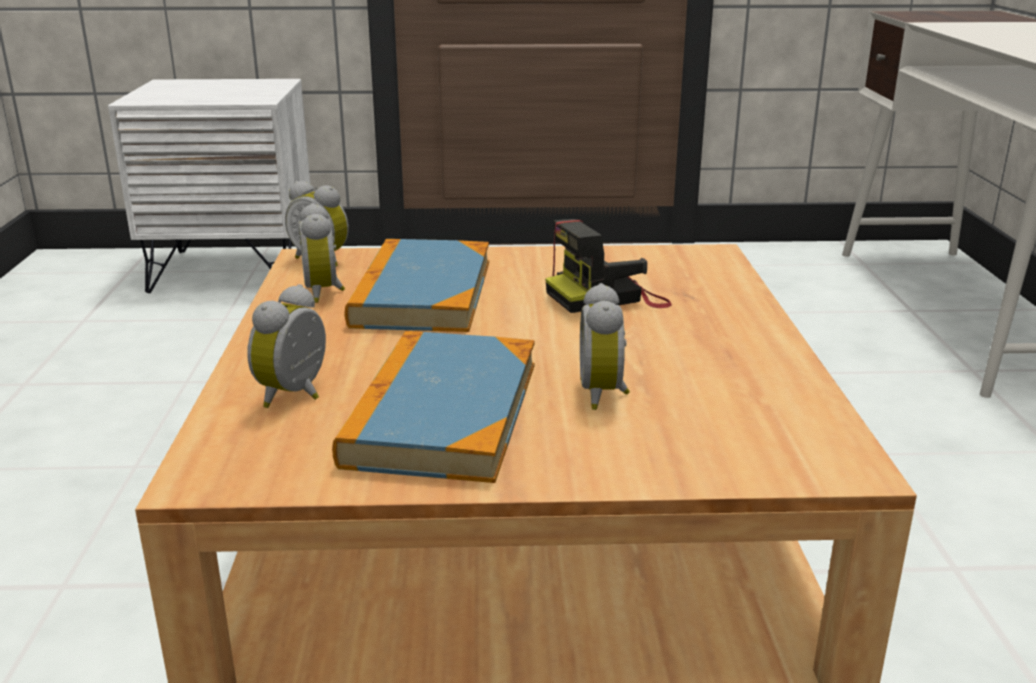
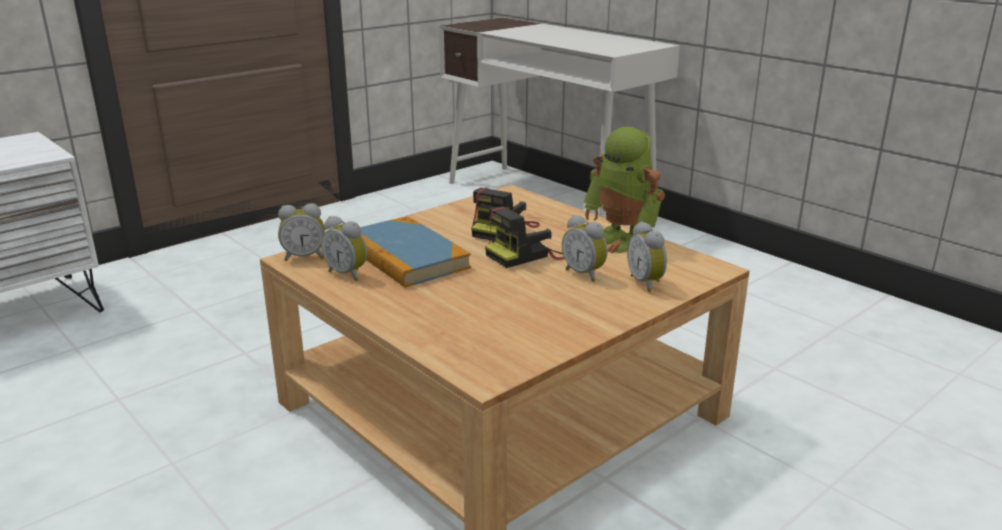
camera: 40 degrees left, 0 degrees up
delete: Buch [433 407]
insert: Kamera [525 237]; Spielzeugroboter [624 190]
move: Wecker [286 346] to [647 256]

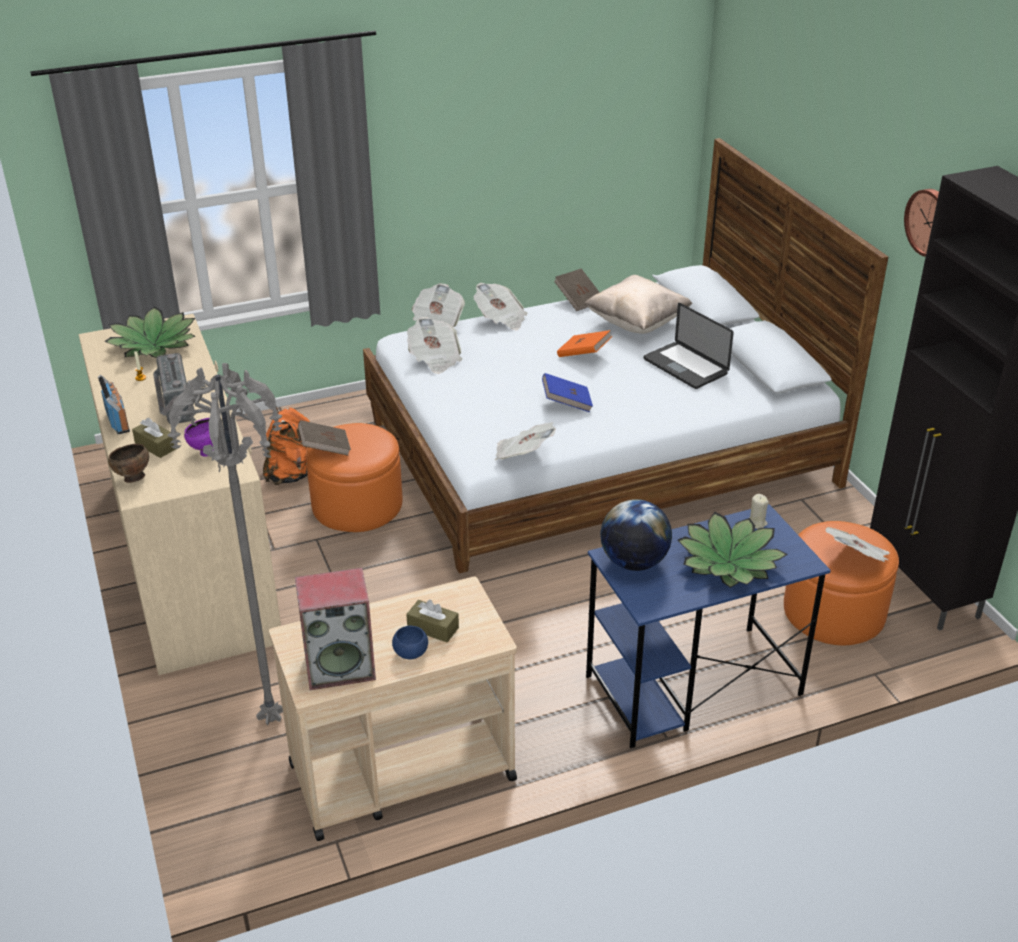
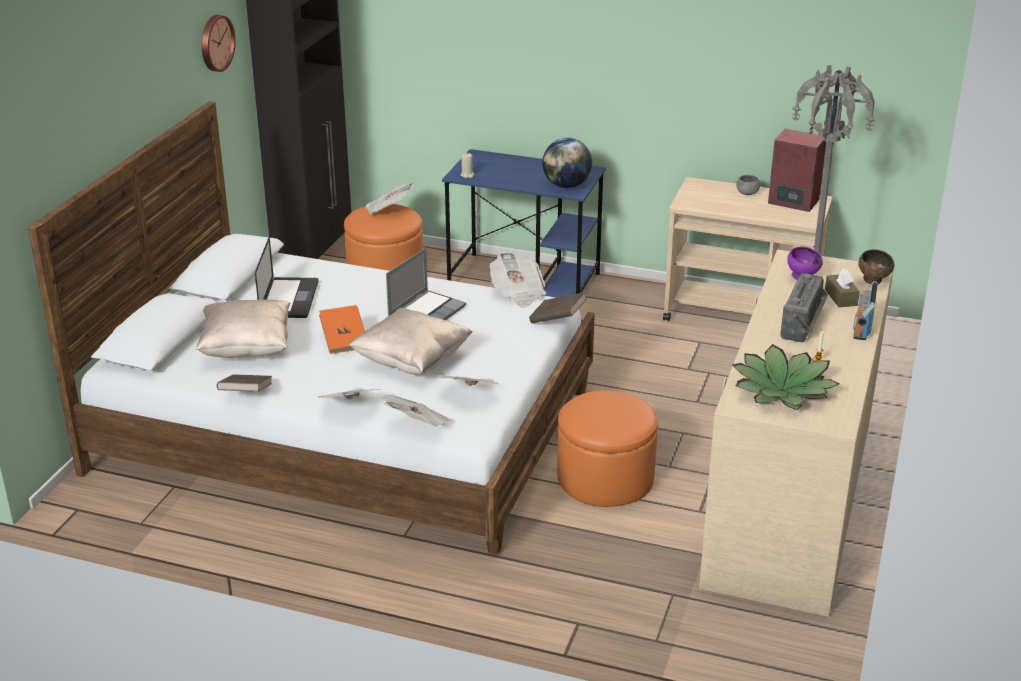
camera: 140 degrees left, 5 degrees down
delete: Rucksack [orange] [286 445]; Taschentuchbox [braun] [432 621]; Topfpflanze [733 550]
insert: Kissen [beige] [410 341]
move: Buch [braun] [324 438] to [558 307]
replace: Buch [blau] [567 392] to Laptop [426 284]
recolor: Schüssel [blau] [410 642] to Schüssel [grau] [748 185]

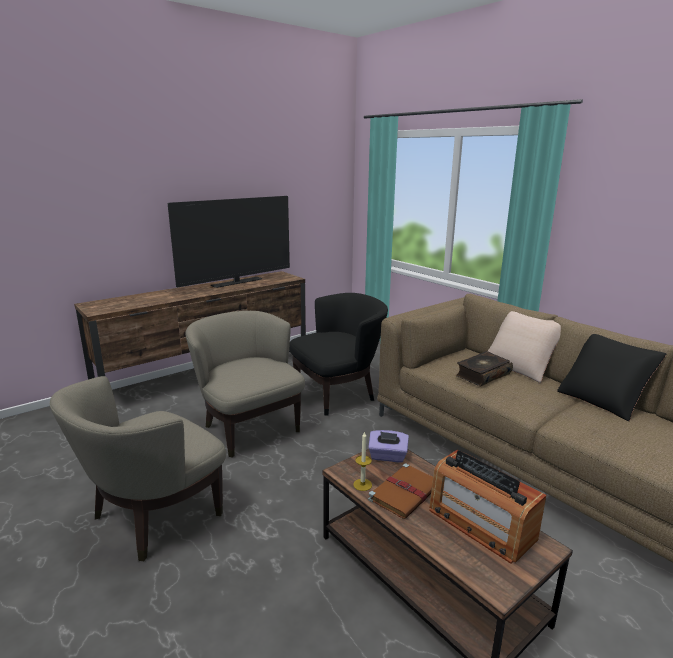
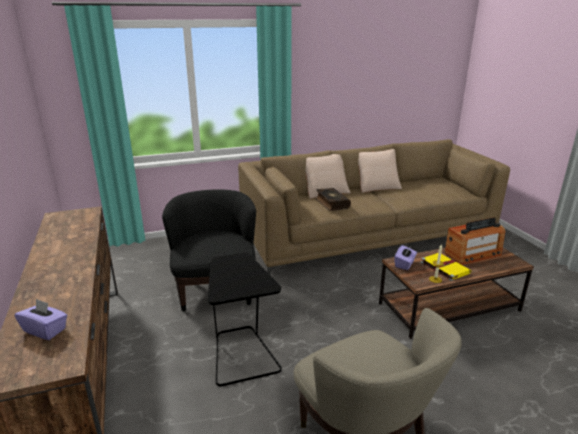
camera: 70 degrees left, 5 degrees up
delete: Fernseher [229 242]
insert: Taschentuchbox [lila] [41 319]
replace: Sessel [beige] [245 384] to Beistelltisch [schwarz] [245 319]
recolor: Buch [braun] [400 491] to Buch [gelb] [446 267]; Kissen [schwarz] [612 377] to Kissen [beige] [380 171]

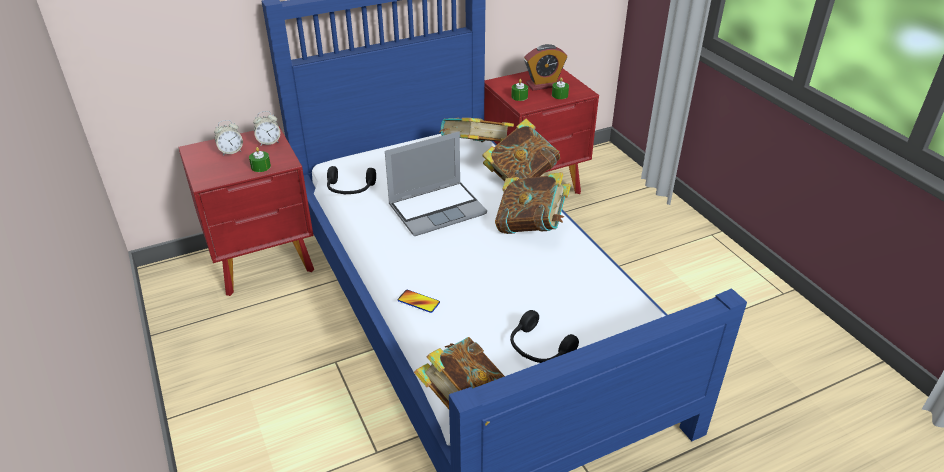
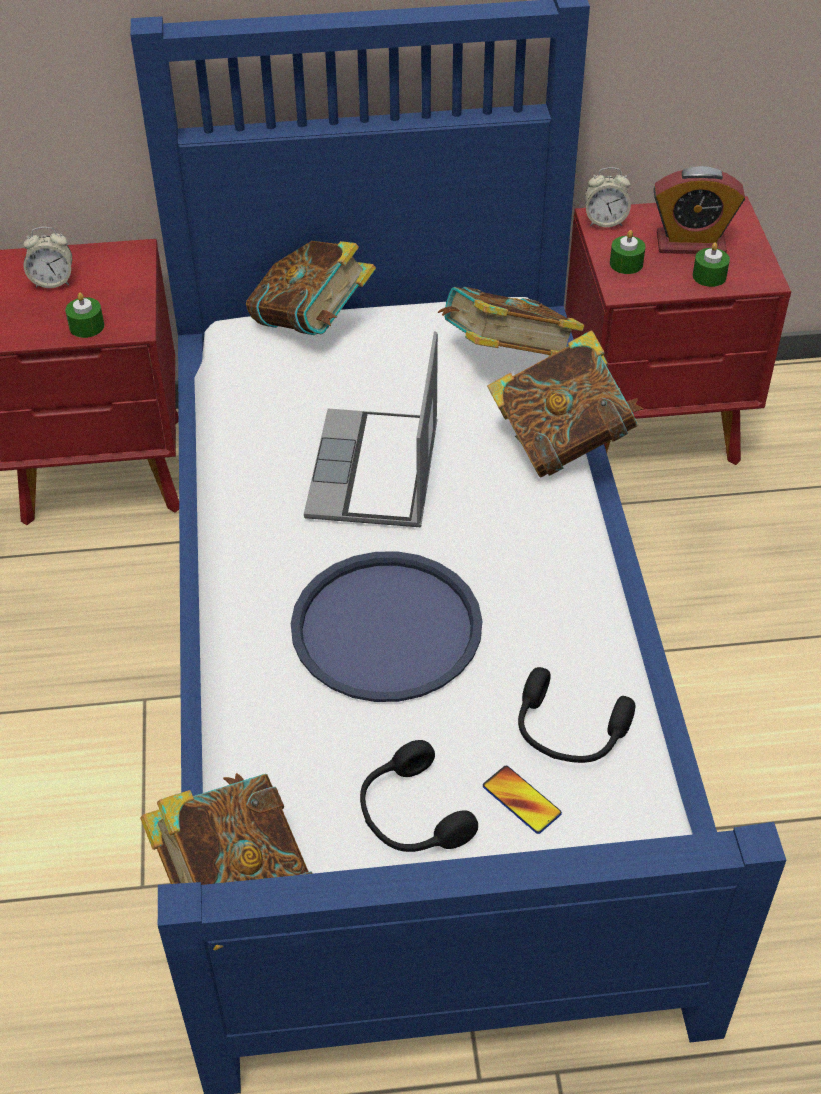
camera: 20 degrees right, 10 degrees up
insert: Tablett [blau] [386 626]
move: Wecker [266 128] to [608 197]; Kopfhörer [schwarz] [351 180] to [576 715]; Handy [419 301] to [522 800]; Buch [533 203] to [311 288]
rotate: Laptop [436 183] = [371 429] 105 degrees clockwise

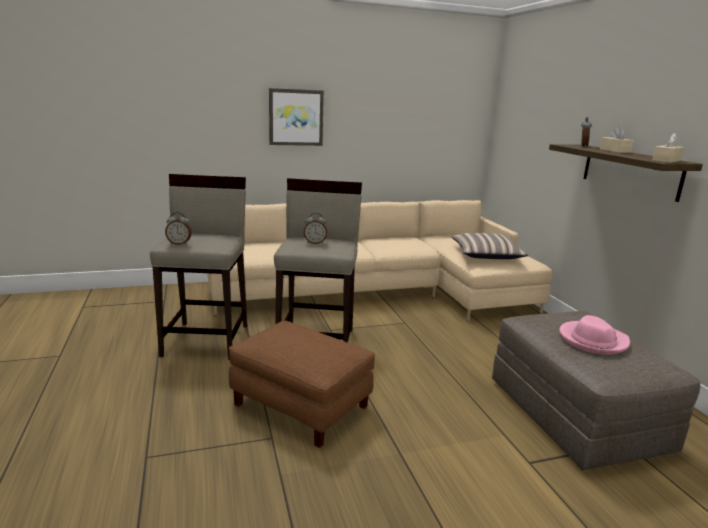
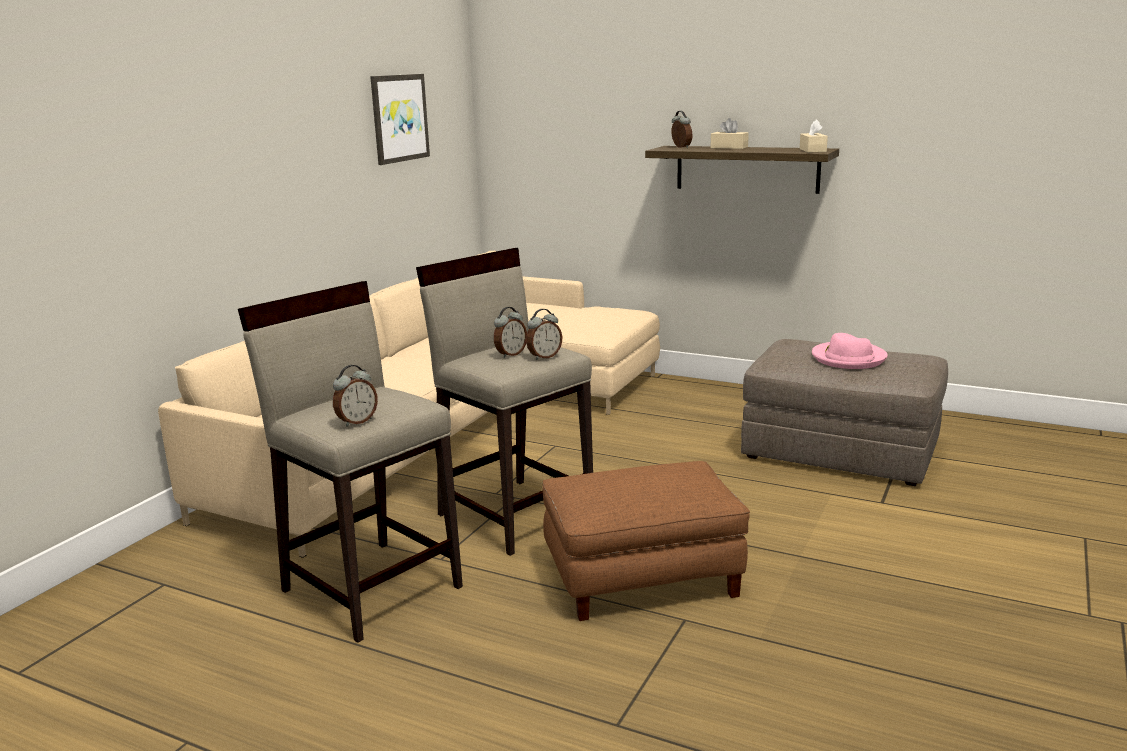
camera: 45 degrees left, 0 degrees up
delete: Kissen [489 246]
insert: Wecker [544 334]
move: Bild [296 117] to [400 119]

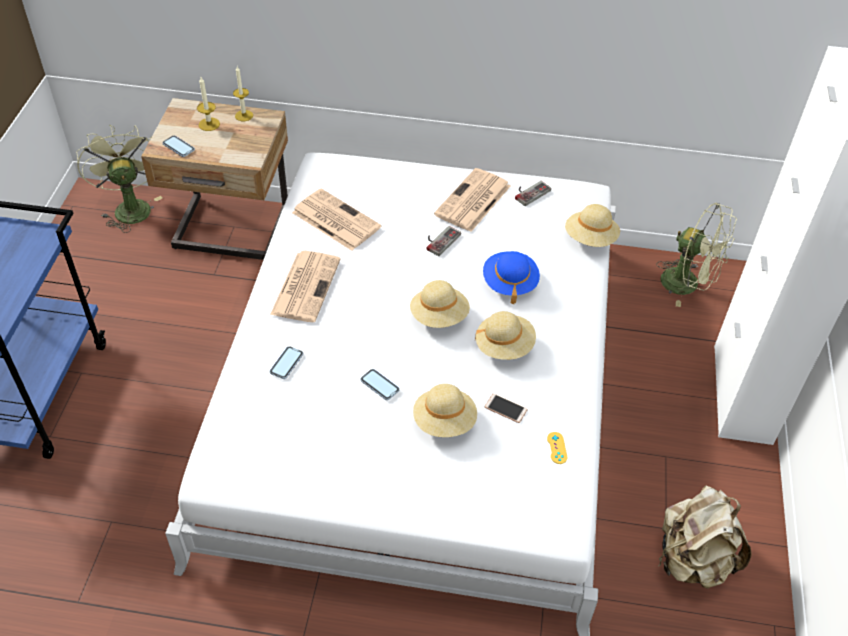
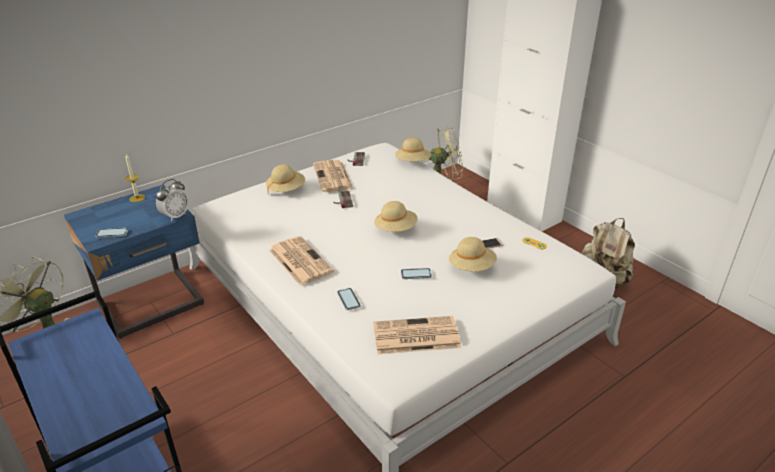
camera: 45 degrees left, 15 degrees down
delete: Kerze [208 104]; Hut [blau] [511 277]
insert: Wecker [172 200]
move: Zeitung [336 219] to [417 335]; Hut [beige] [505 335] to [285 179]
recolor: Nachttisch [beige] [214 179] to Nachttisch [blau] [134 261]

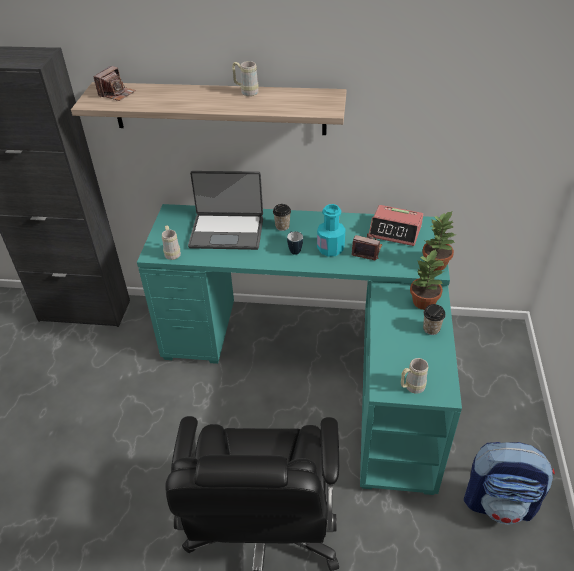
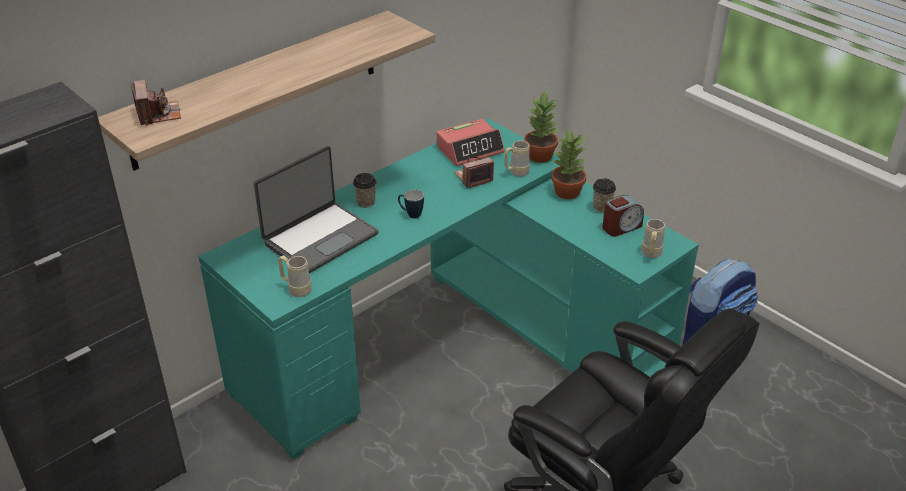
camera: 50 degrees left, 5 degrees down
delete: Flasche [türkis] [331 230]
insert: Wecker [623 216]
move: Henkelbecher [beige] [245 78] to [517 159]

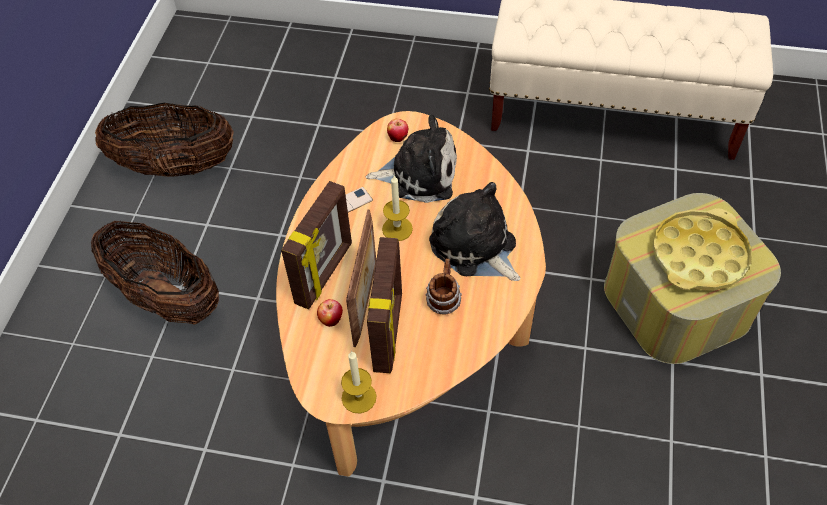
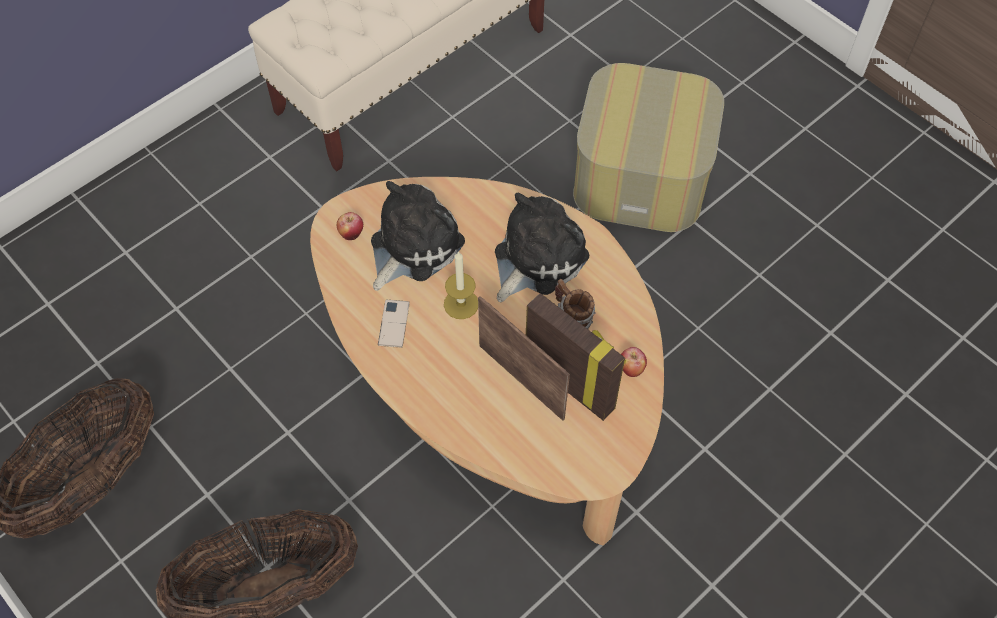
camera: 55 degrees left, 5 degrees up
delete: Bilderrahmen [316 245]; Kerze [358 382]; Tablett [gelb] [702 249]
move: Apfel [330 313] to [634 362]
rotate: Plüschtier [474 231] = [542 247] 135 degrees clockwise

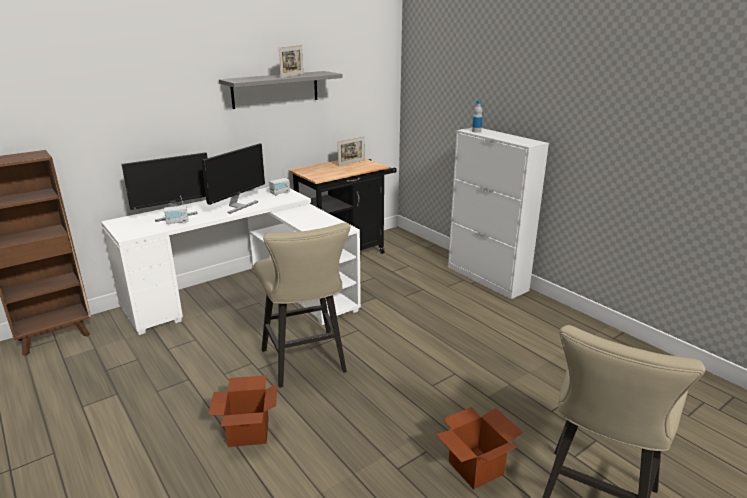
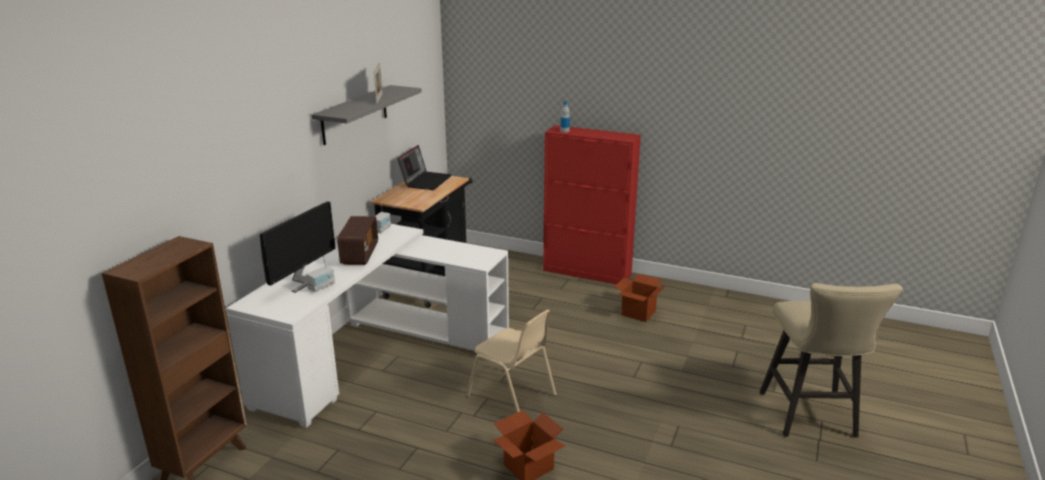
camera: 30 degrees left, 0 degrees up
move: Karton [479 448] to [639 298]
replace: Monitor [233 179] to Radio [357 240]; Hocker [beige] [302 305] to Stuhl [beige] [511 361]; Bilderrahmen [351 151] to Laptop [425 167]
recolor: Schrank [weiß] [498 213] to Schrank [rot] [592 205]

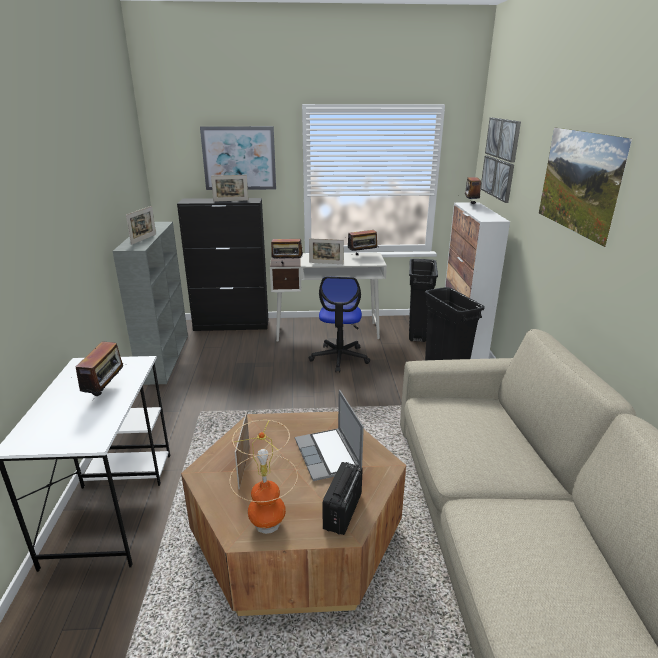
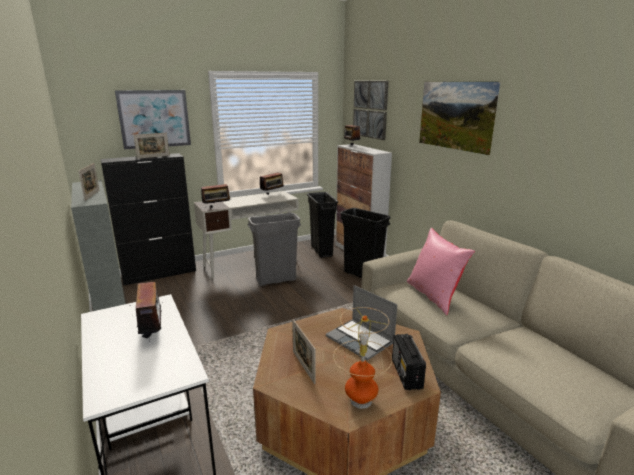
camera: 25 degrees left, 5 degrees down
delete: Bilderrahmen [326 251]
insert: Kissen [rosa] [441 271]
replace: Bürostuhl [339 325] to Mülleimer [grau] [274 249]

